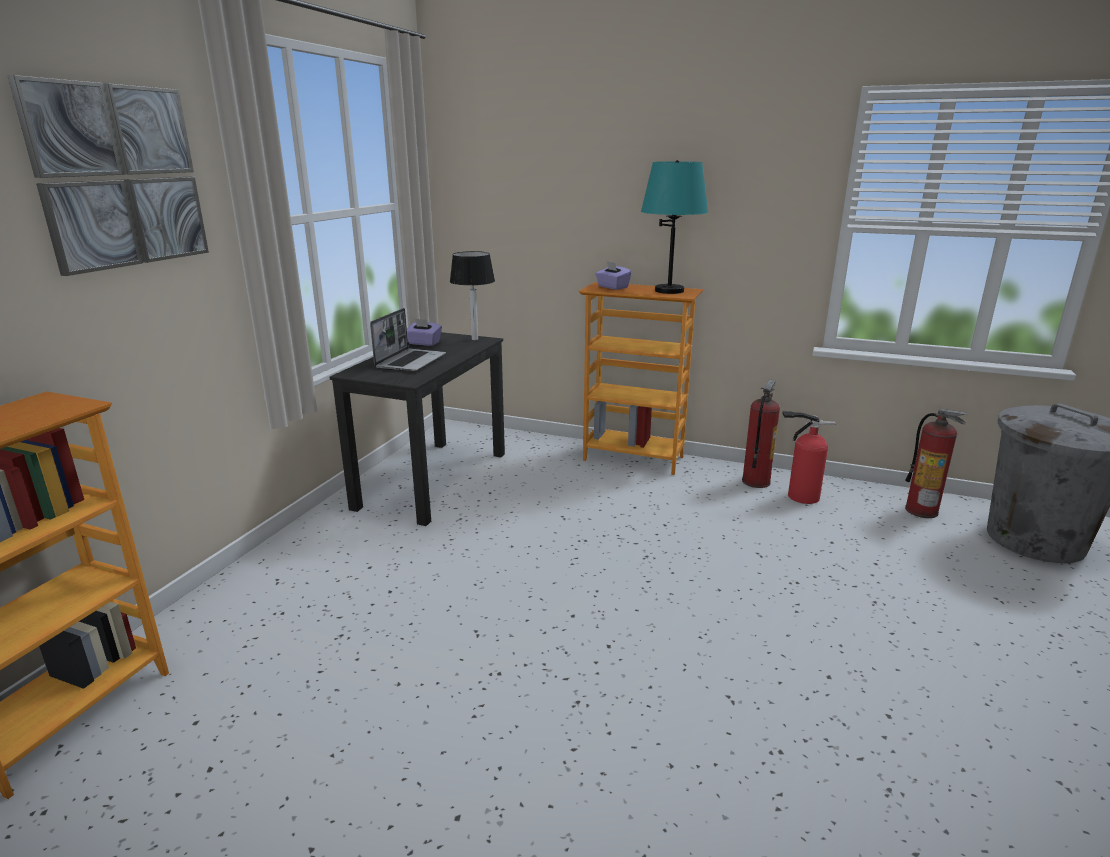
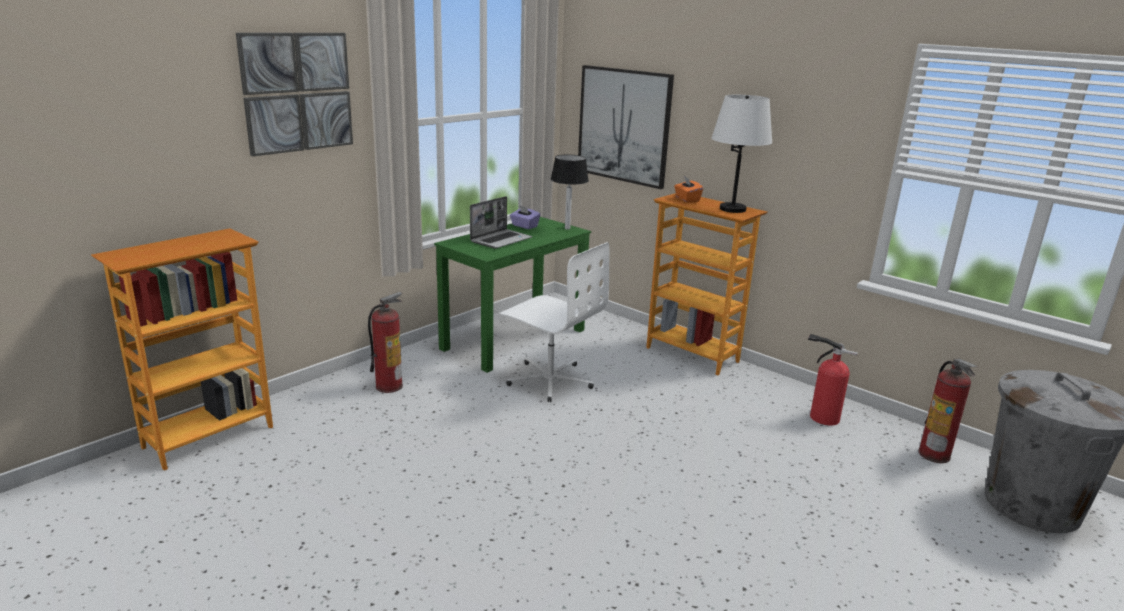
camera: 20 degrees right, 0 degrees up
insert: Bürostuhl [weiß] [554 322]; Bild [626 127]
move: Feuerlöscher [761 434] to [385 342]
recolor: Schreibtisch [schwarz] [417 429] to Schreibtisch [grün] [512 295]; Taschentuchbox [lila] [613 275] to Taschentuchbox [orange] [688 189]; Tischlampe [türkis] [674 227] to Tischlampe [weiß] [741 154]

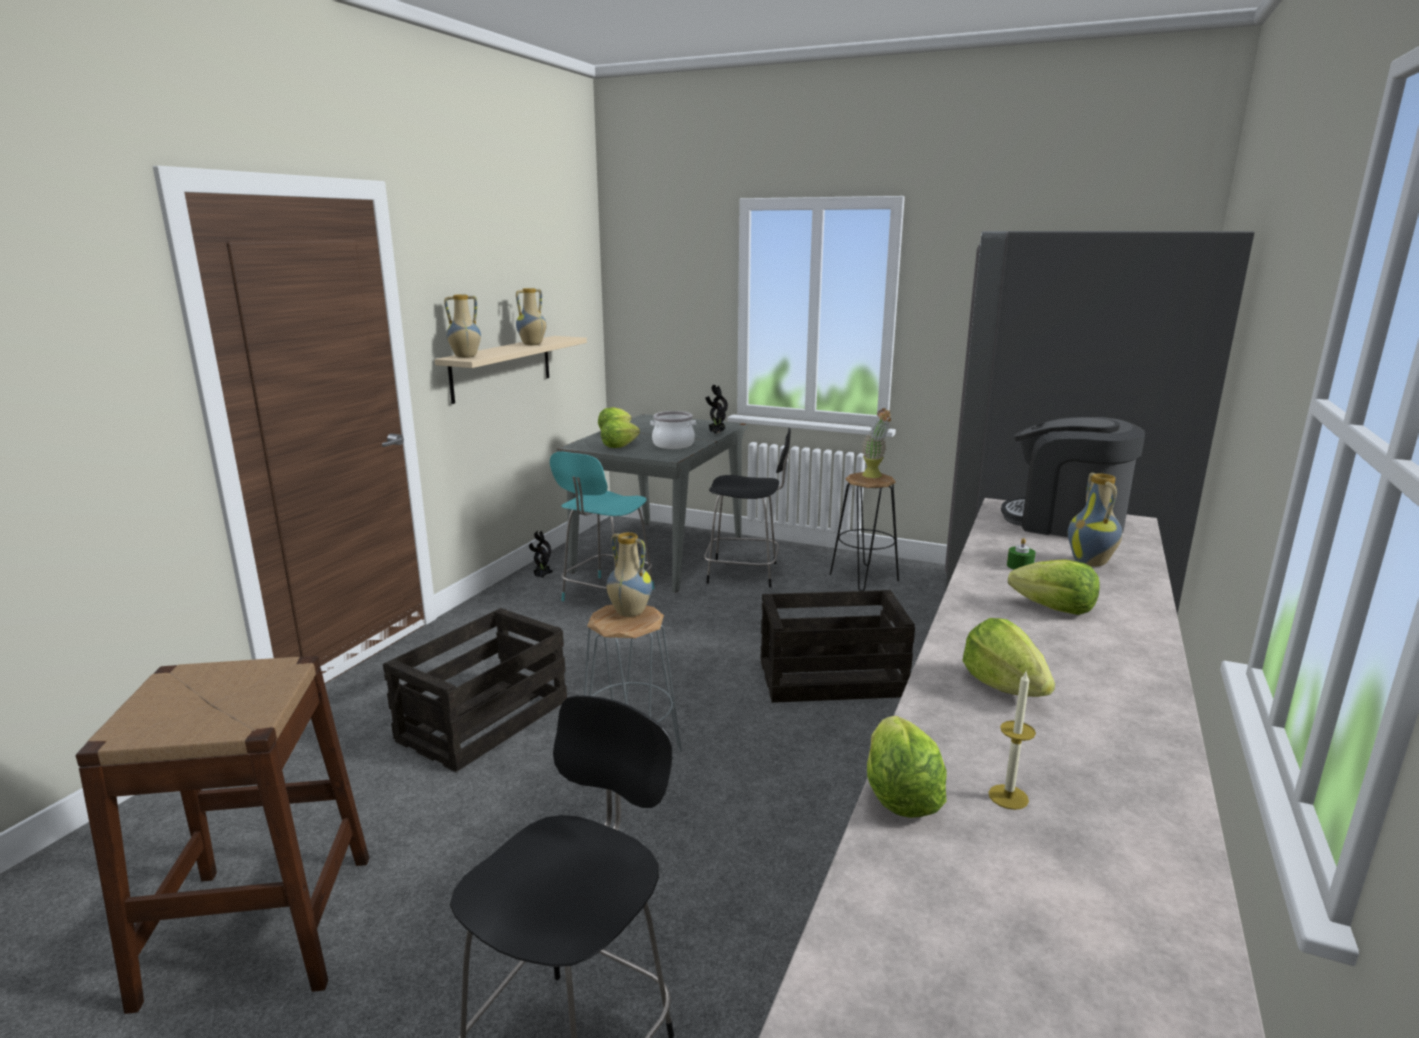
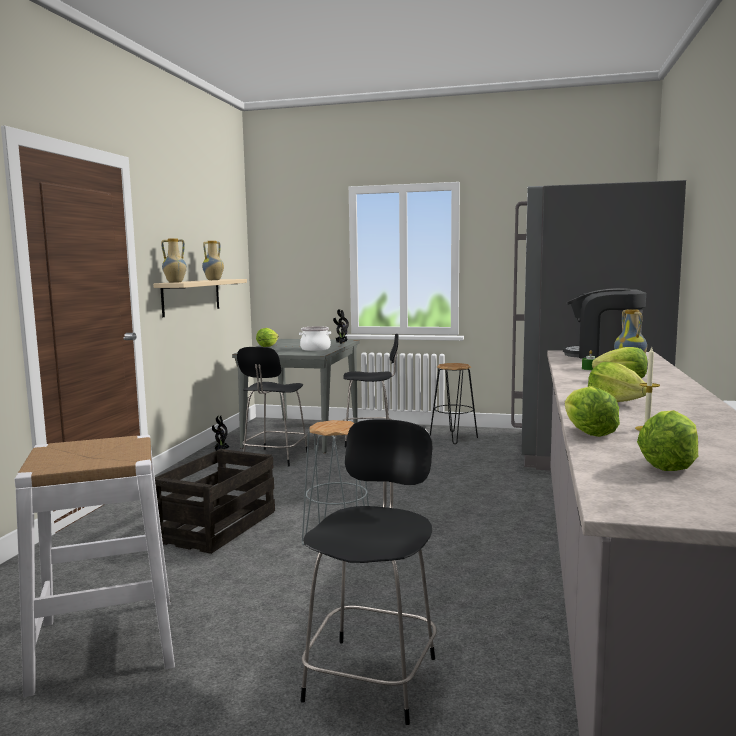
camera: 10 degrees left, 10 degrees down
delete: Vase [629 574]; Kiste [838 646]; Topfpflanze [877 443]
move: Salatkopf [620 433] to [667 440]
recolor: Hocker [braun] [222 835] to Hocker [weiß] [95 566]; Stuhl [türkis] [602 526] to Stuhl [schwarz] [272 407]

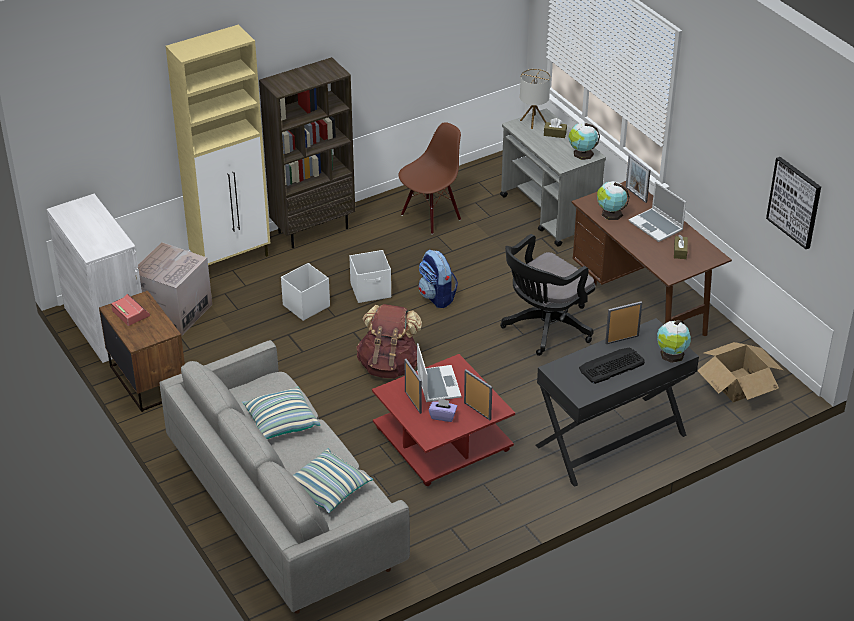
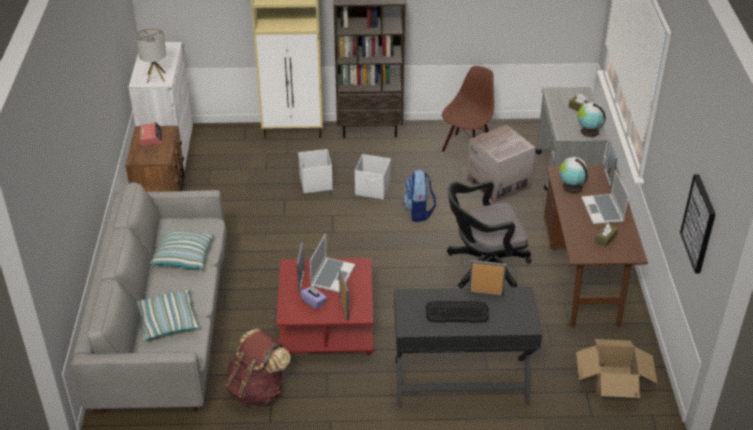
camera: 30 degrees right, 0 degrees up
delete: Globus [674 341]
move: Karton [174 288] to [501 164]; Rucksack [braun] [389 341] to [258 367]; Tischlampe [535 98] to [151 55]
rotate: Stuhl [braun] [429 178] = [468 109] 45 degrees counterclockwise

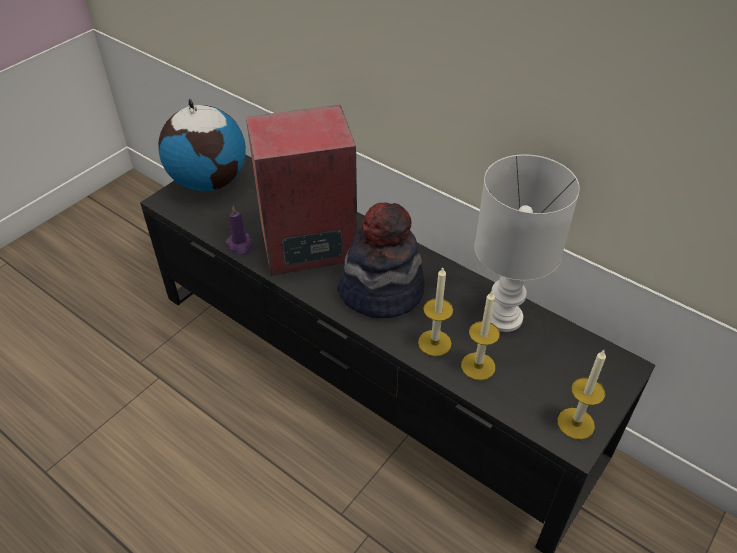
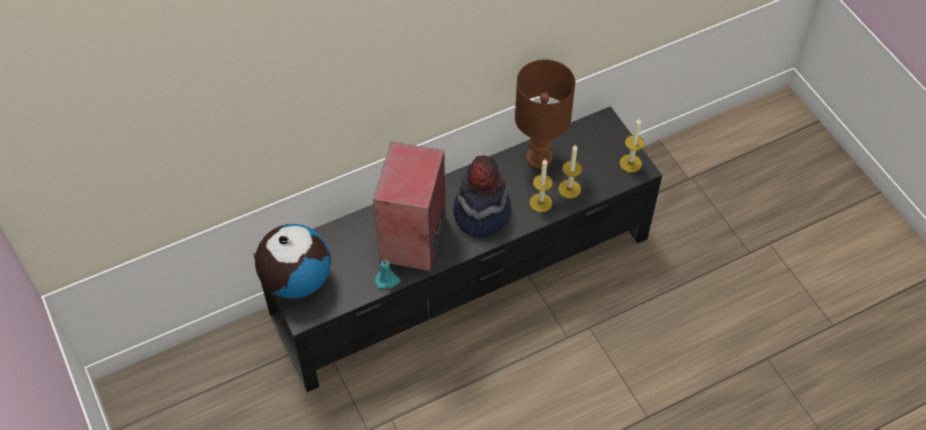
camera: 65 degrees left, 10 degrees up
recolor: Kerze [lila] [239 230] to Kerze [türkis] [388 274]; Tischlampe [weiß] [527 243] to Tischlampe [braun] [545 114]

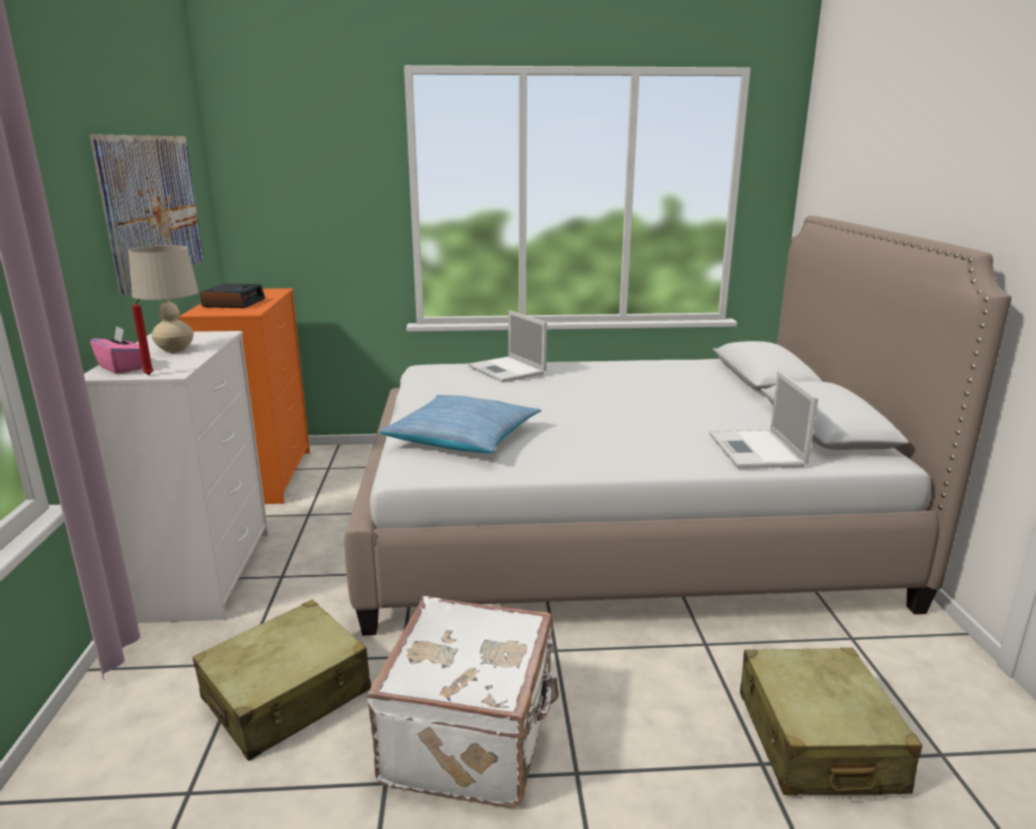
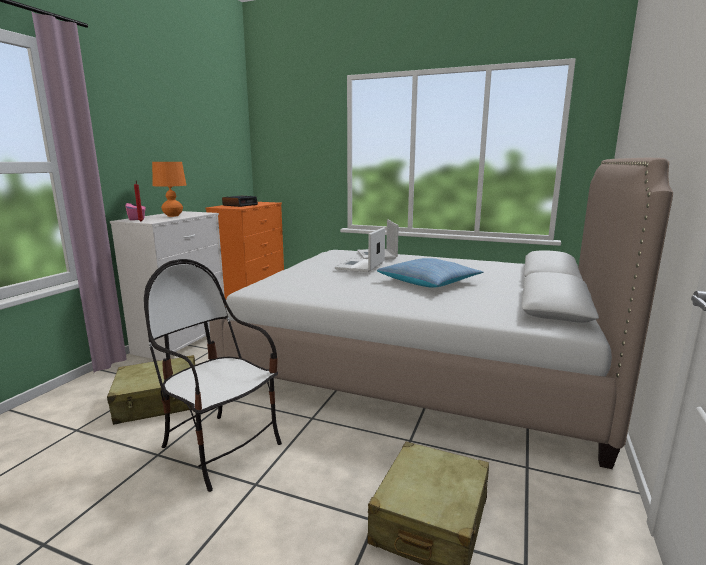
camera: 25 degrees right, 5 degrees down
delete: Bild [147 215]
move: Kissen [460 424] to [430 273]; Laptop [763 420] to [360 249]
replace: Koffer [weiß] [463 702] to Stuhl [213 375]
recolor: Tischlampe [beige] [163 299] to Tischlampe [orange] [169 189]

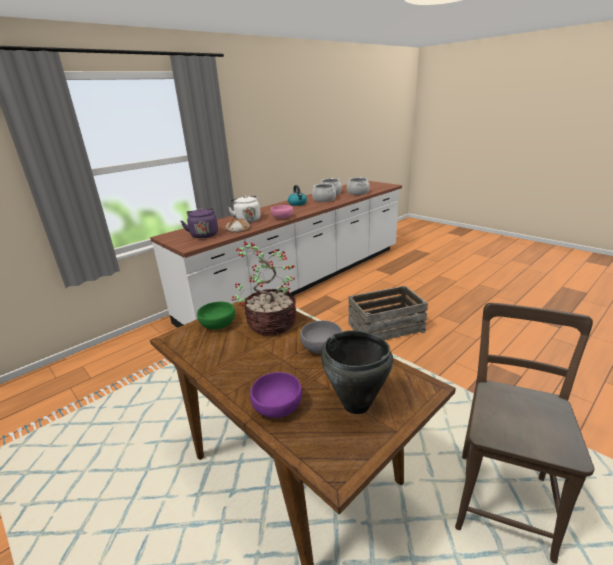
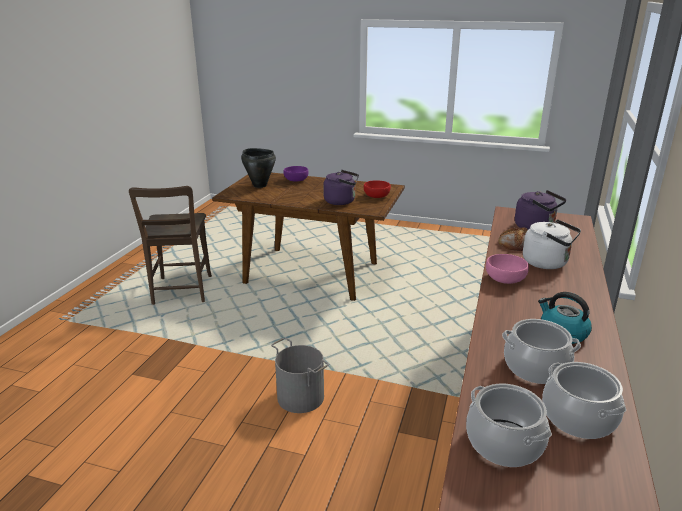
camera: 150 degrees right, 0 degrees up
delete: Schüssel [grau] [321 337]
replace: Topfpflanze [264 288] to Wasserkessel [lila] [341 187]; Kiste [388 313] to Eimer [grau] [300 375]
recolor: Schüssel [grün] [216 316] to Schüssel [rot] [377 189]

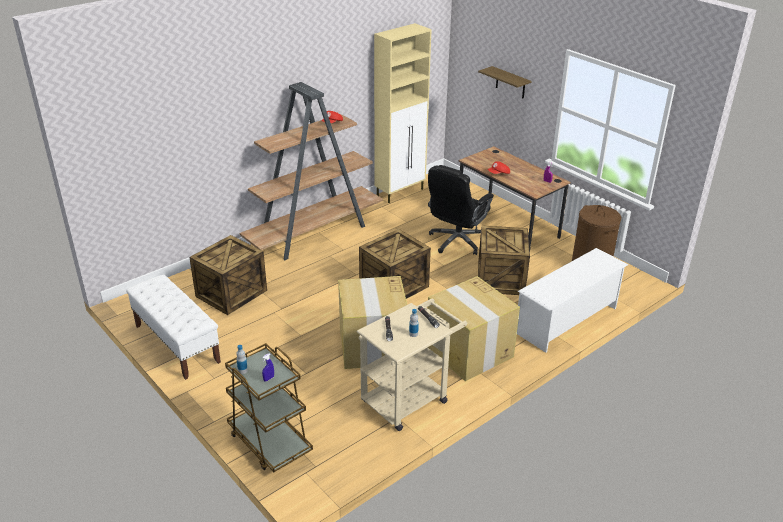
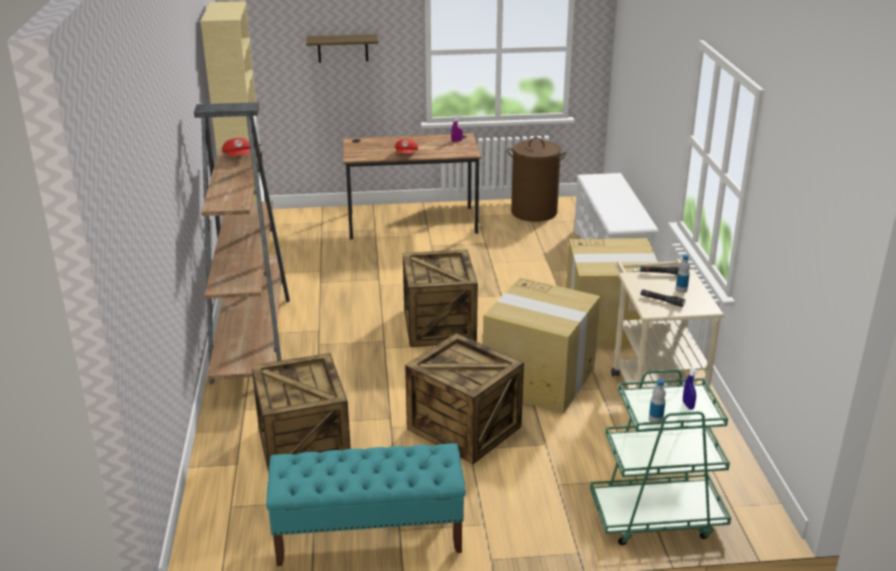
camera: 55 degrees left, 5 degrees down
delete: Bürostuhl [schwarz] [461 210]
move: Kiste [504 260] to [464 398]
recolor: Bank [weiß] [173 327] to Bank [türkis] [366 504]; Rollwagen [braun] [269 407] to Rollwagen [grün] [660 457]

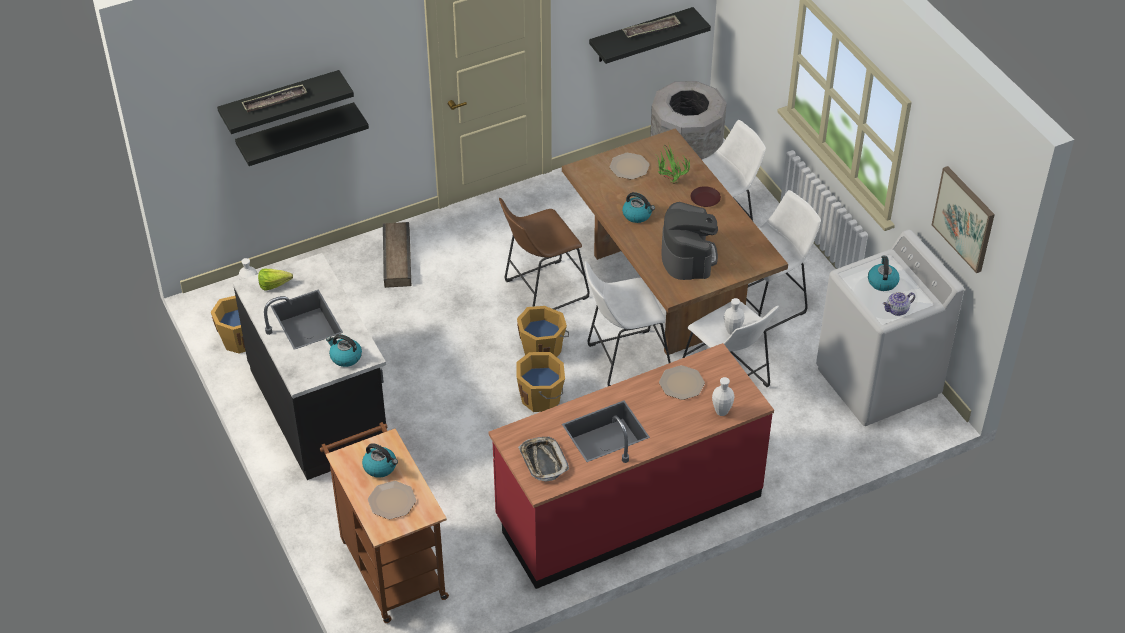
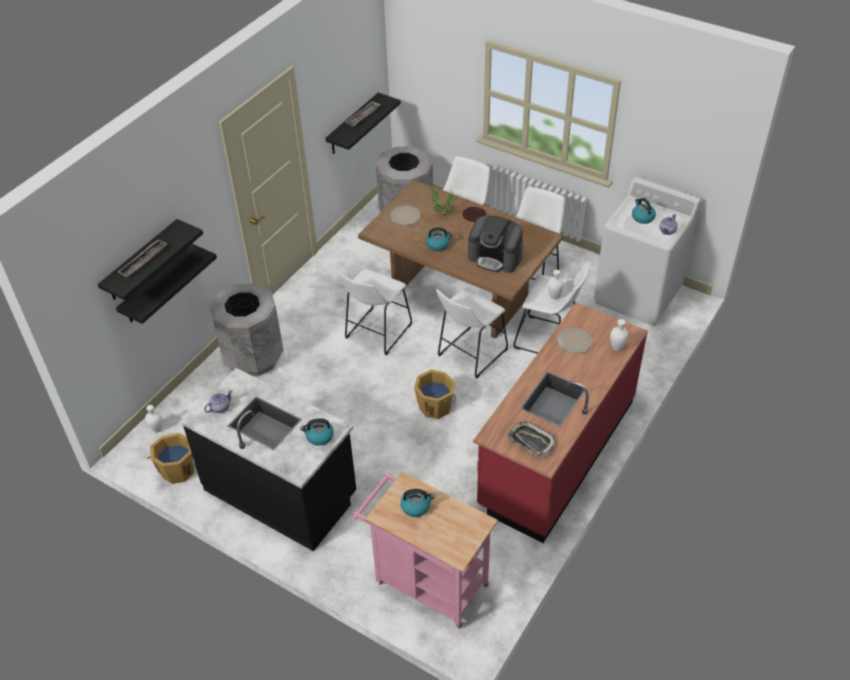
camera: 30 degrees left, 0 degrees up
delete: Teller [392 500]; Eimer [orange] [543 331]; Bild [963 219]
replace: Salatkopf [275 279] to Teekanne [218 401]; Kiste [397 255] to Mülleimer [grau] [246 330]
recolor: Rollwagen [braun] [384 522] to Rollwagen [rosa] [425 550]; Hocker [braun] [544 254] to Hocker [weiß] [374 312]
rotate: Kaffeemaschine [689 241] = [495 244] 150 degrees clockwise

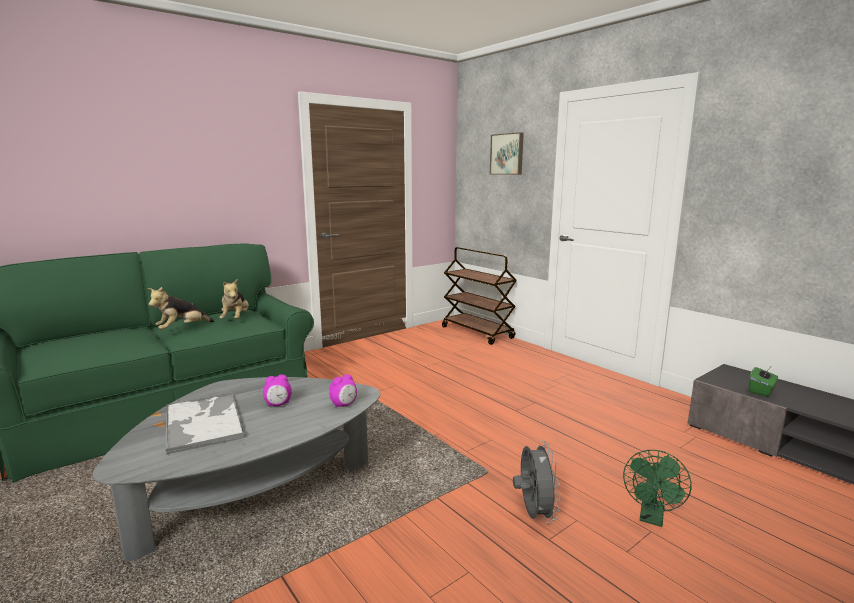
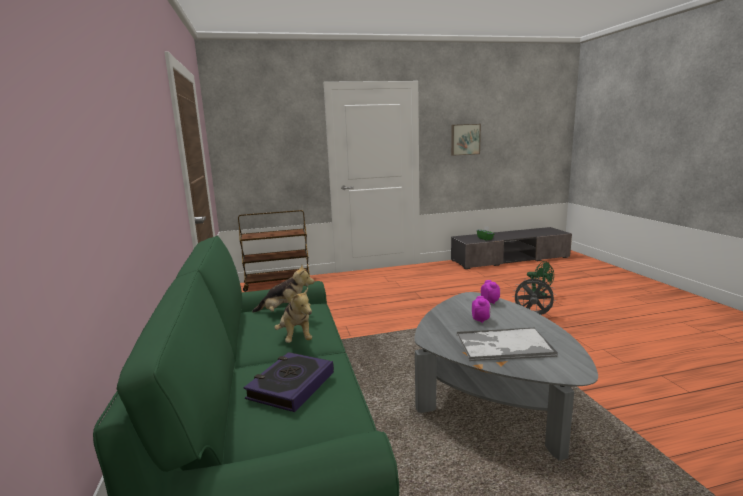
camera: 65 degrees left, 0 degrees up
insert: Buch [289 382]
move: Bild [507 153] to [466 140]

